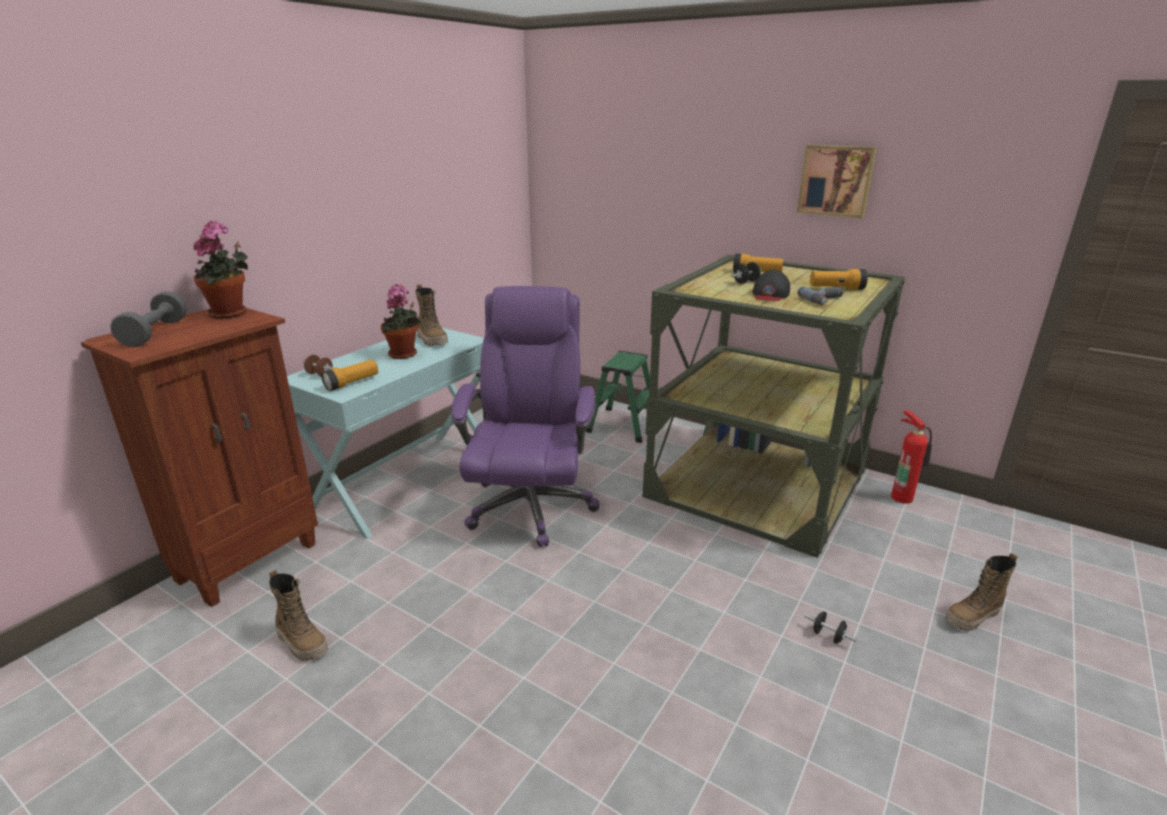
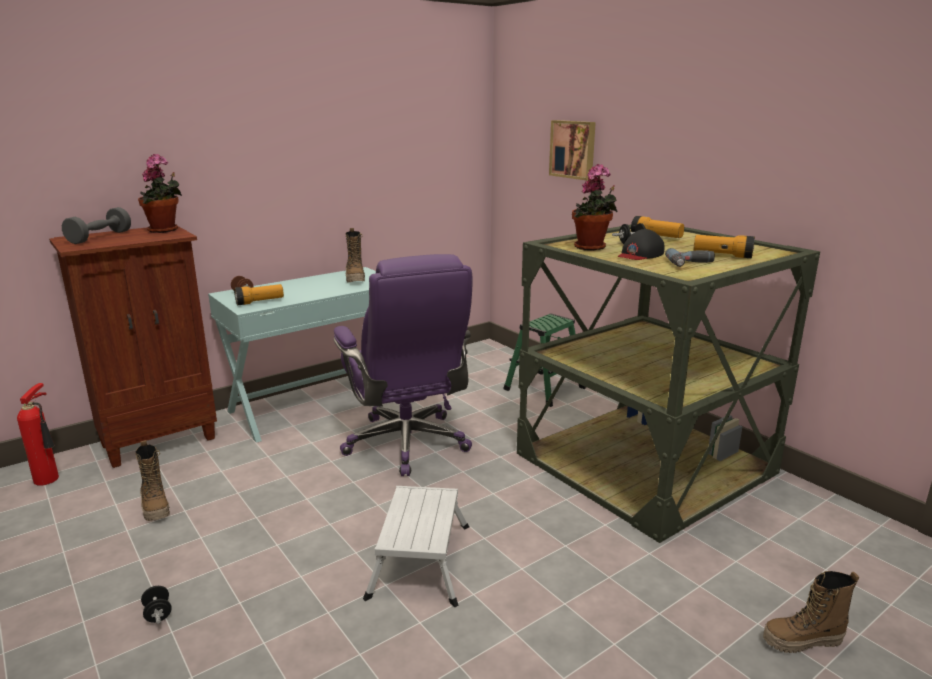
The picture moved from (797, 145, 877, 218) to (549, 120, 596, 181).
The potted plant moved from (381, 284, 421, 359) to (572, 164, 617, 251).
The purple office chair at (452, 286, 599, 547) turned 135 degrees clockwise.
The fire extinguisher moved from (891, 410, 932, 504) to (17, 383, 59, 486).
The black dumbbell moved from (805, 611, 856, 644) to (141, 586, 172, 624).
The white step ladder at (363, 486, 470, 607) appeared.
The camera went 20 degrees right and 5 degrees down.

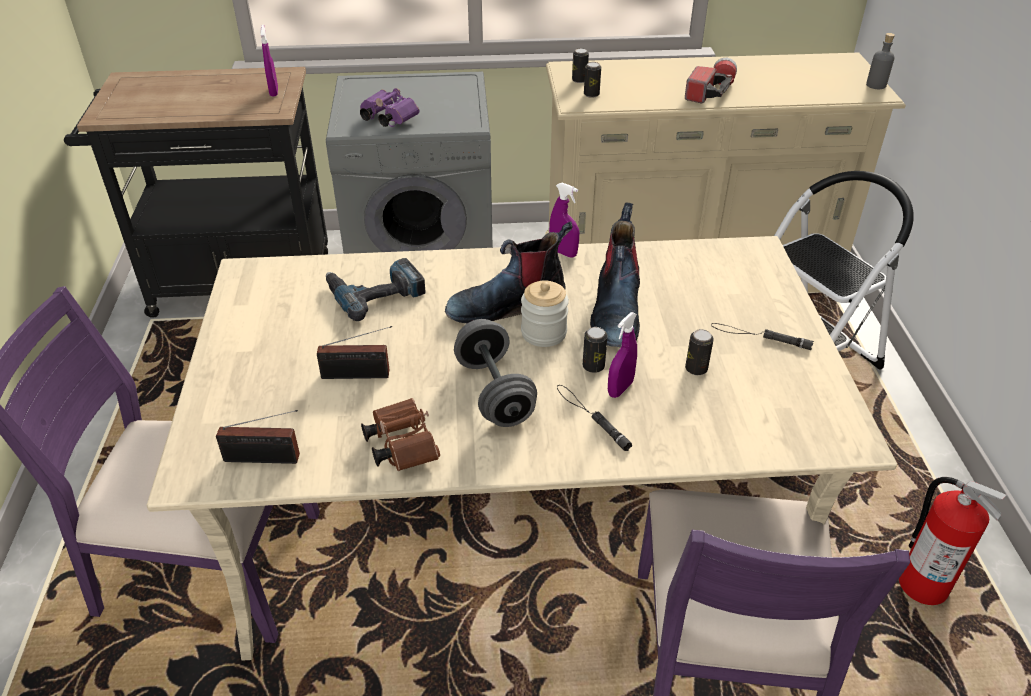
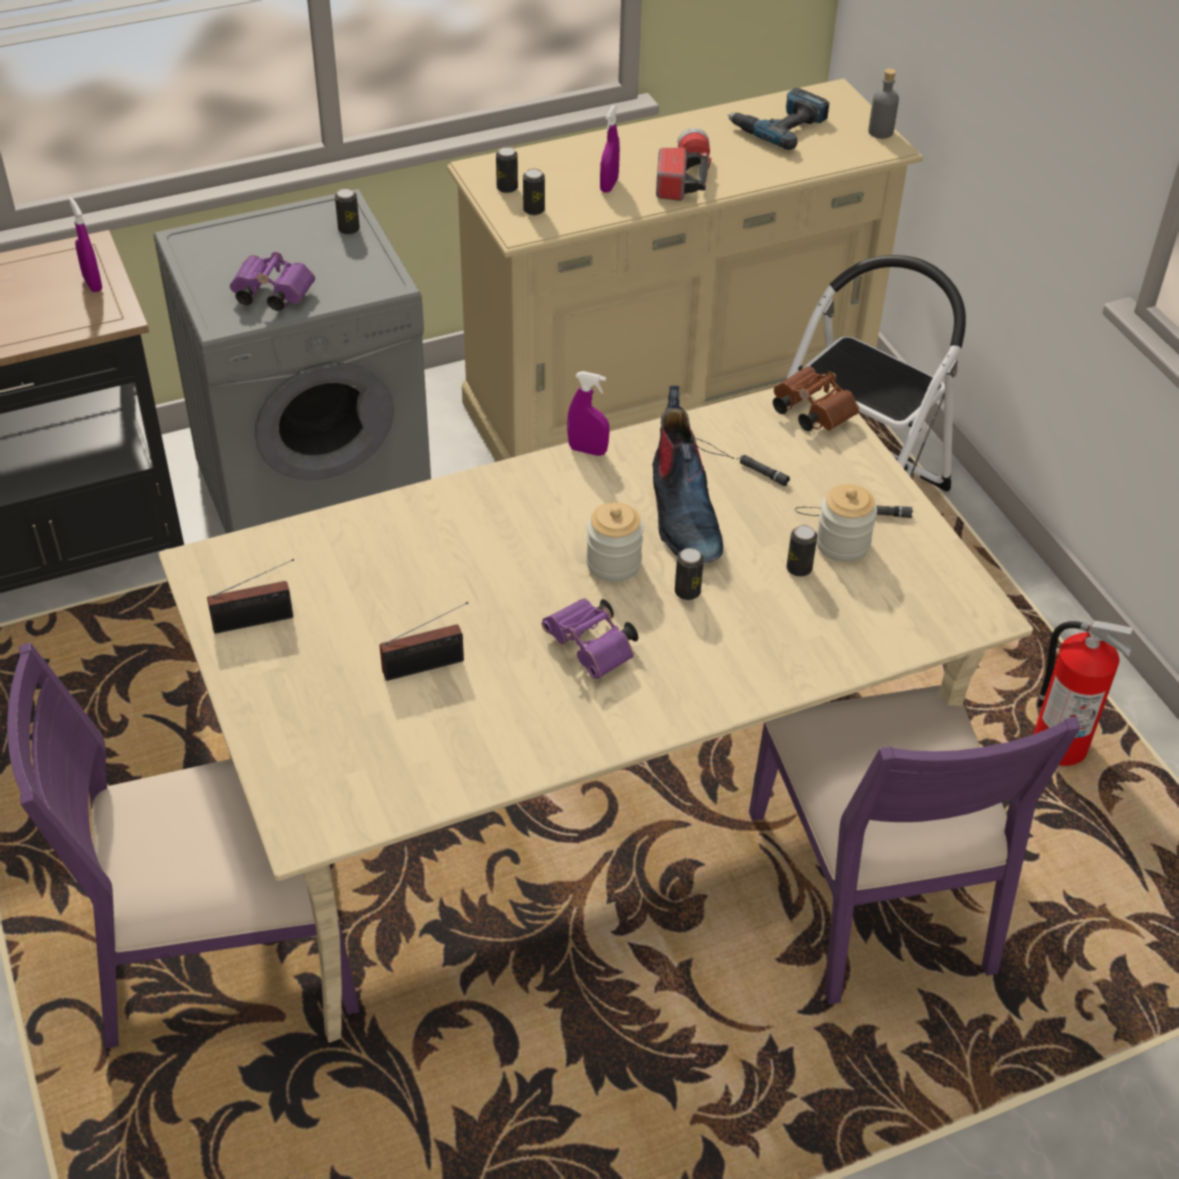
The boot at (445, 222, 572, 323) disappeared.
The power drill moved from (326, 258, 426, 321) to (728, 88, 829, 150).
The purple spray bottle moved from (608, 312, 637, 398) to (600, 106, 620, 193).
The grey dumbbell at (454, 319, 537, 427) was replaced by the purple binoculars at (542, 598, 638, 679).
The black flashlight moved from (557, 385, 632, 451) to (695, 438, 790, 486).
The brown binoculars moved from (361, 398, 440, 471) to (773, 366, 859, 431).
The radio moved from (216, 410, 300, 464) to (207, 559, 294, 634).
The can at (335, 188, 360, 235) appeared.
The jar at (817, 484, 877, 562) appeared.
The camera went 20 degrees left and 5 degrees up.

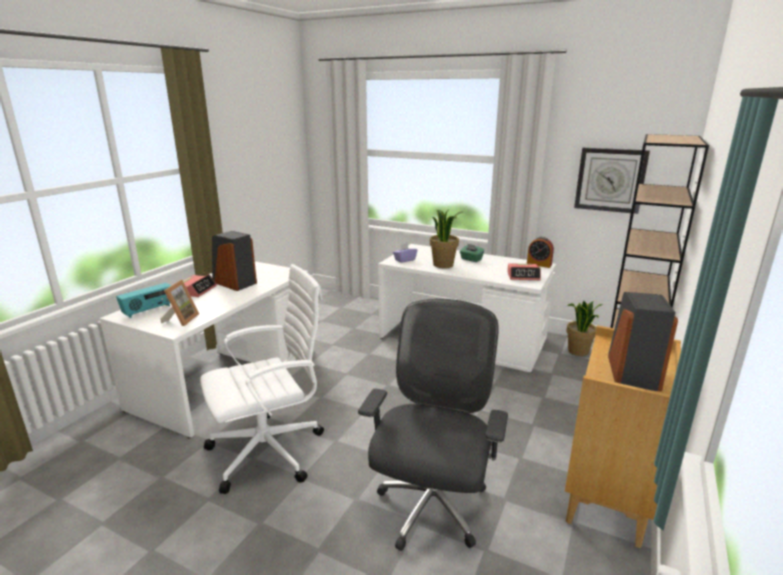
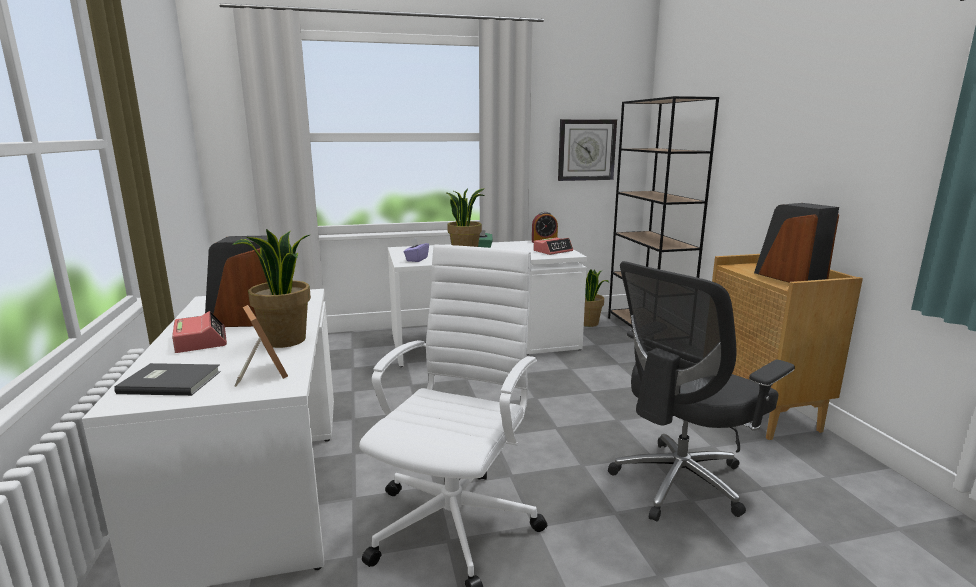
The radio at (116, 283, 172, 318) was replaced by the grey book at (114, 363, 221, 396).
The office chair at (358, 299, 508, 551) turned 105 degrees counterclockwise.
The potted plant at (232, 229, 311, 348) appeared.
The camera went 40 degrees left and 5 degrees down.

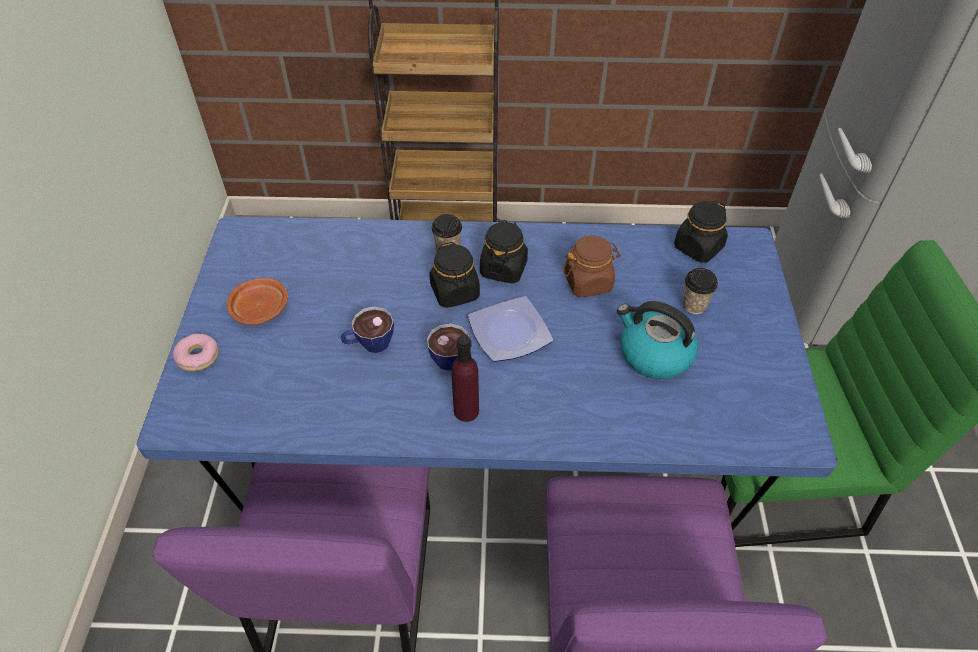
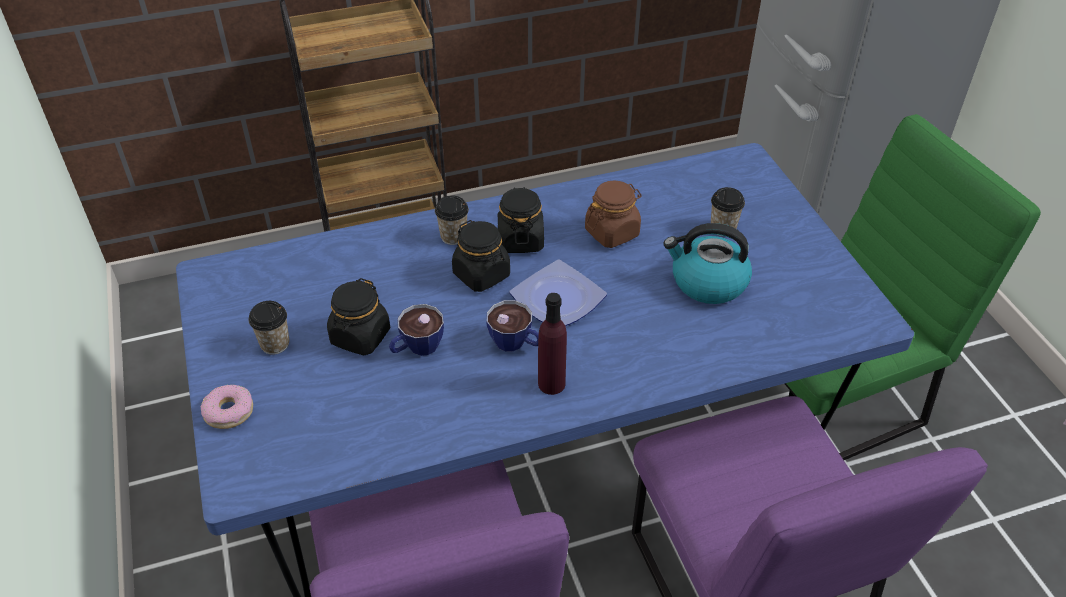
The black jar moved from (674, 200, 728, 263) to (327, 278, 390, 355).
The brown plate at (226, 278, 288, 325) was replaced by the cup at (249, 301, 289, 355).
The camera went 20 degrees left and 5 degrees down.

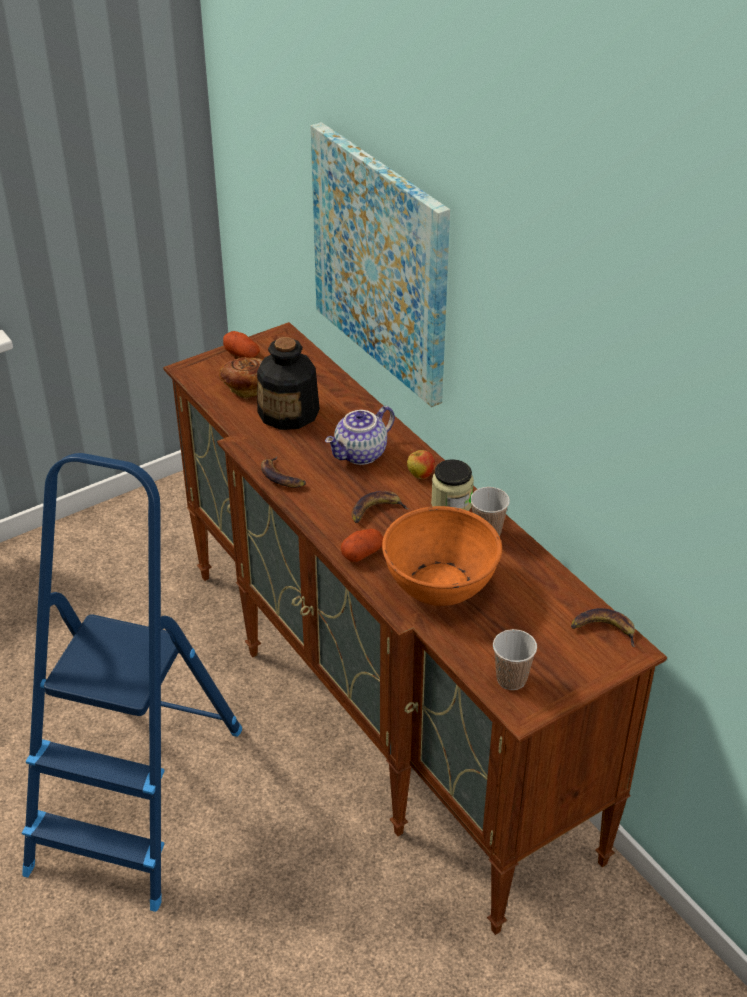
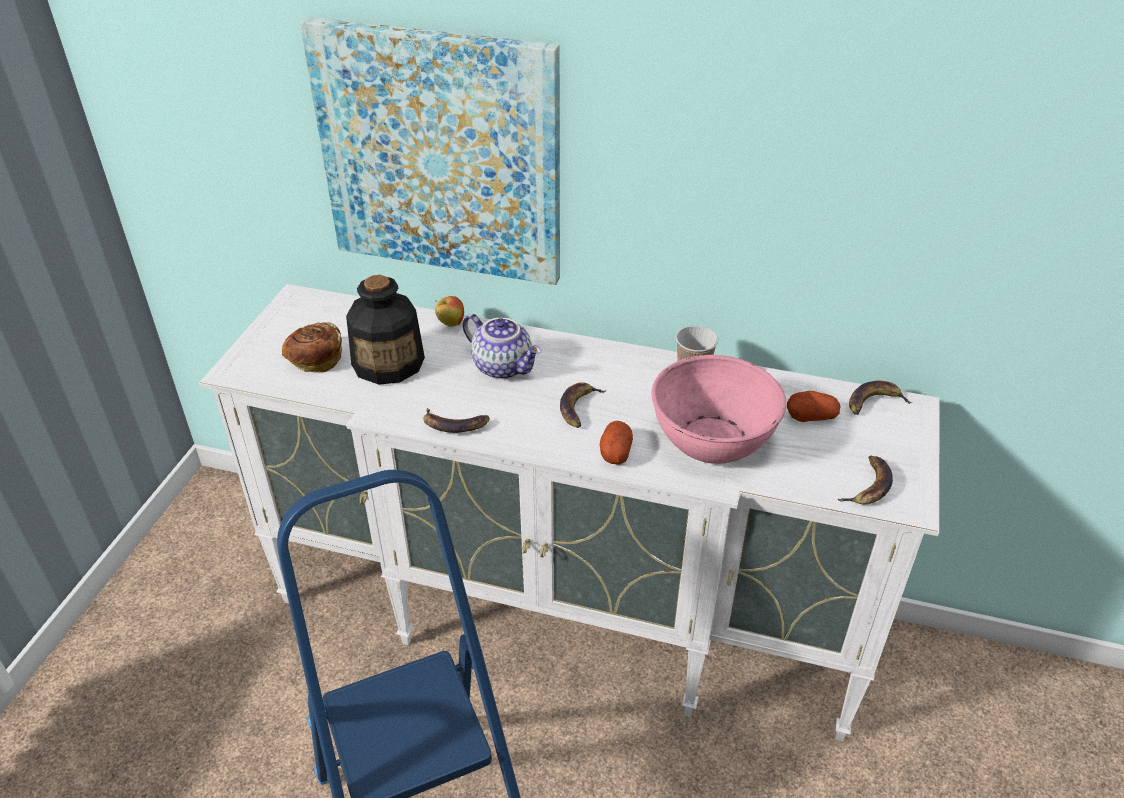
The brown cabinet at (163, 322, 667, 935) became the white cabinet at (198, 284, 940, 742).
The potato moved from (223, 331, 260, 358) to (787, 391, 840, 422).
The teapot at (325, 406, 395, 465) turned 60 degrees counterclockwise.
The apple moved from (407, 449, 435, 479) to (435, 296, 464, 327).
The jar at (431, 459, 474, 511) disappeared.
The orange bowl at (382, 506, 502, 606) became the pink bowl at (652, 355, 786, 464).
The cup at (493, 629, 537, 690) was replaced by the banana at (838, 455, 893, 505).
The camera went 40 degrees left and 0 degrees up.

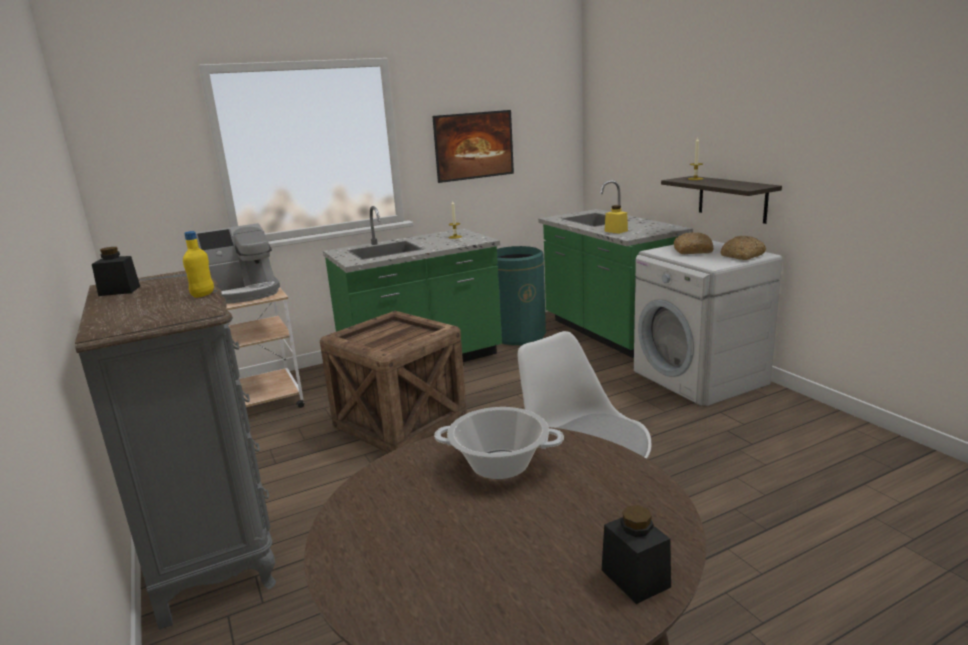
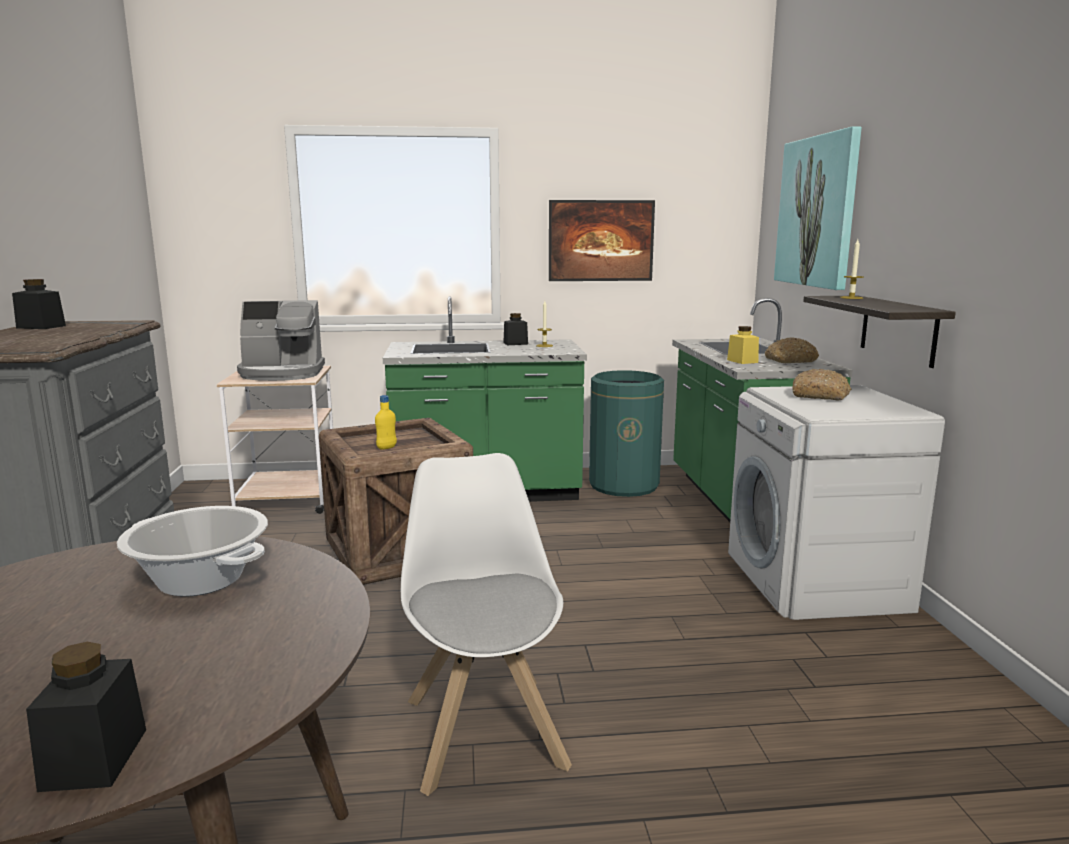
The yellow bottle moved from (183, 231, 214, 298) to (375, 395, 397, 449).
The bread moved from (721, 236, 766, 260) to (765, 338, 819, 363).
The picture at (774, 126, 862, 290) appeared.
The black jar at (503, 313, 528, 345) appeared.
The camera went 20 degrees right and 5 degrees down.

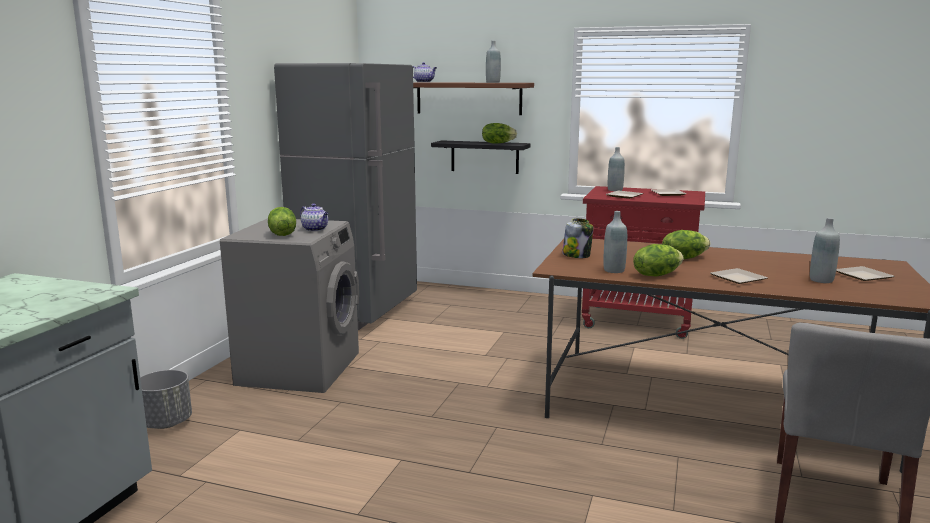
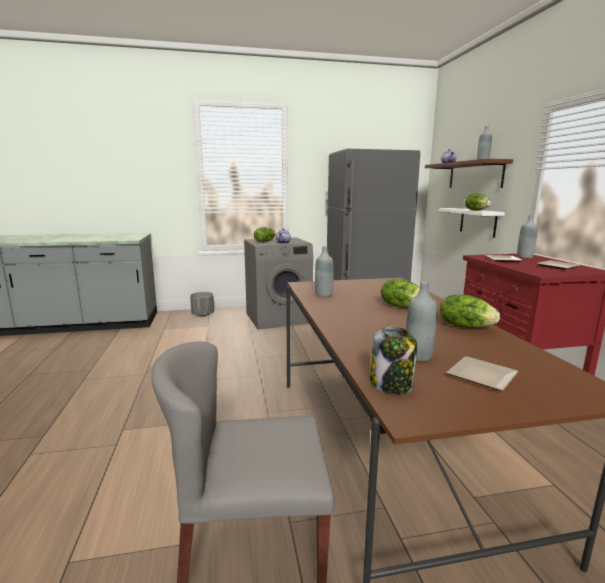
The black shelf at (431, 140, 530, 174) became the white shelf at (439, 208, 505, 238).
The jar moved from (562, 218, 593, 258) to (370, 326, 417, 395).
The lettuce moved from (633, 244, 684, 276) to (440, 295, 500, 328).
The plate at (710, 268, 768, 284) disappeared.
The camera went 60 degrees right and 0 degrees up.

